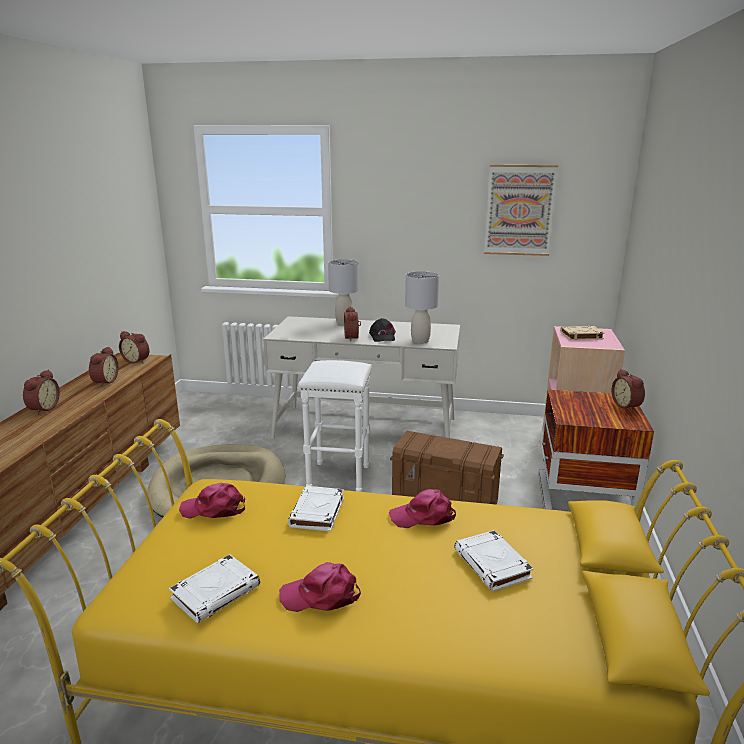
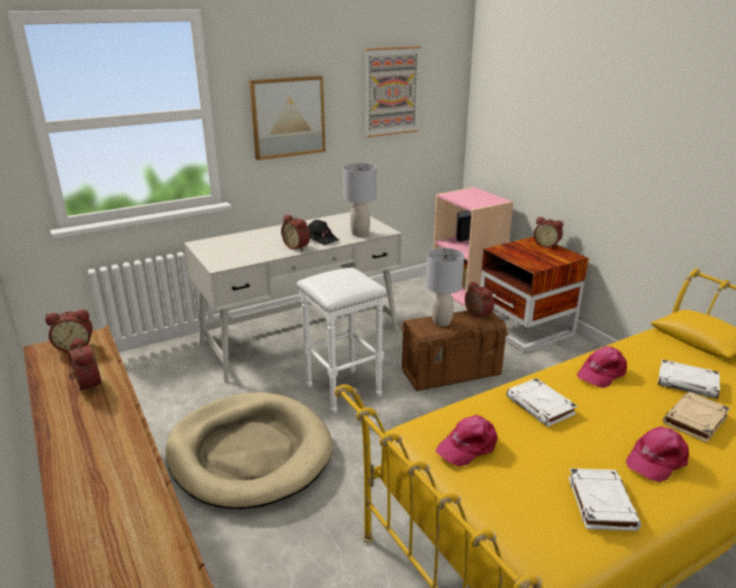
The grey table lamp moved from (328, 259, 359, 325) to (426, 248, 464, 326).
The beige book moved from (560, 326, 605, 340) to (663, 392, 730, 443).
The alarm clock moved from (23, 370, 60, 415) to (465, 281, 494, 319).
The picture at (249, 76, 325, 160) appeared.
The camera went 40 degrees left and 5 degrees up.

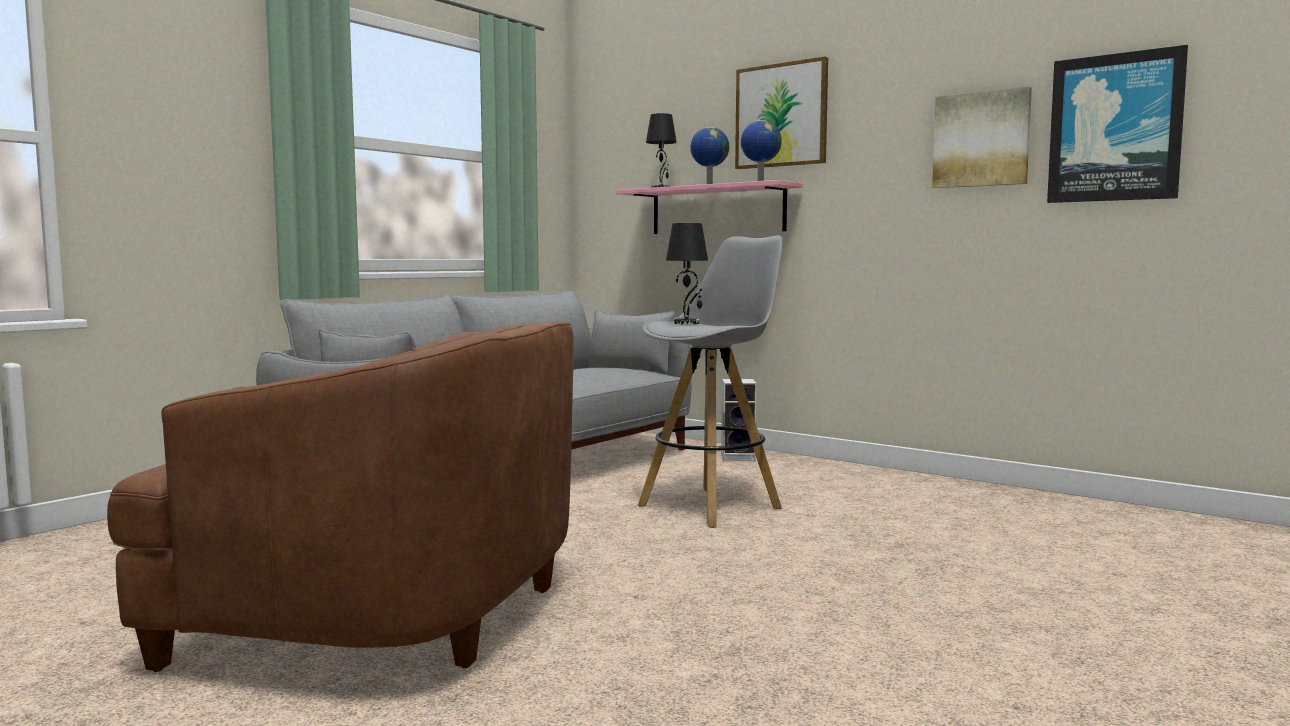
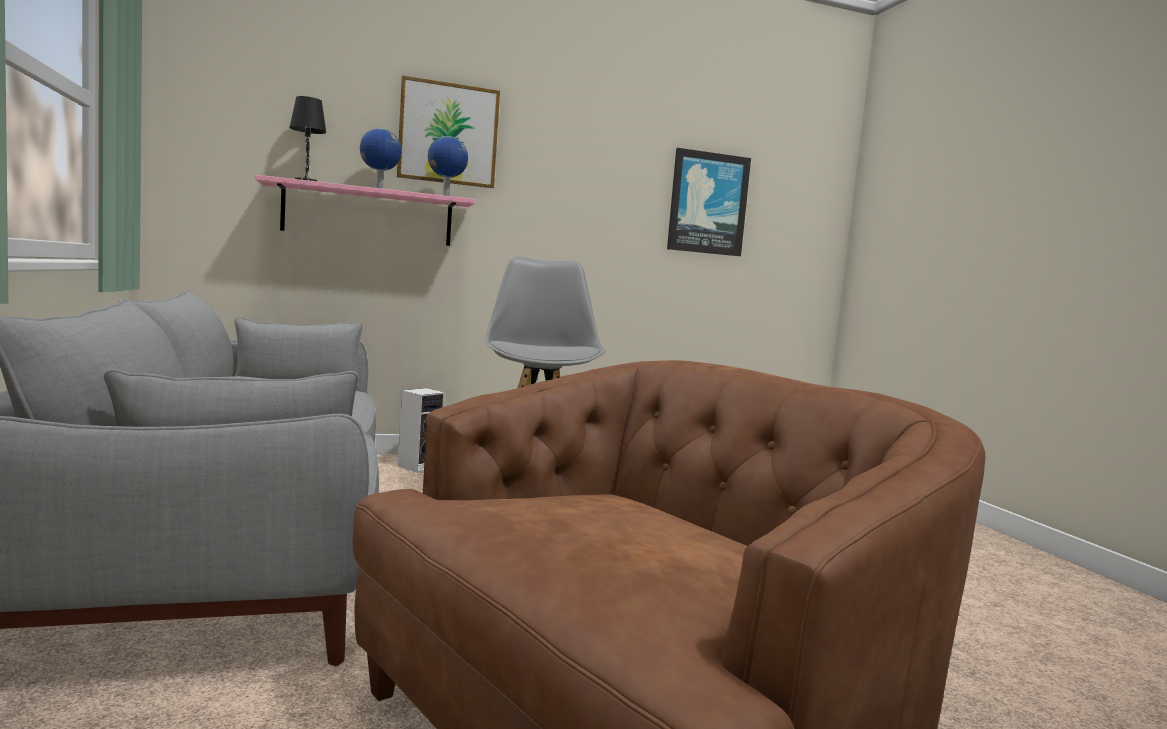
The picture at (932, 86, 1032, 188) disappeared.
The black table lamp at (666, 223, 708, 324) disappeared.
The camera went 55 degrees left and 0 degrees up.

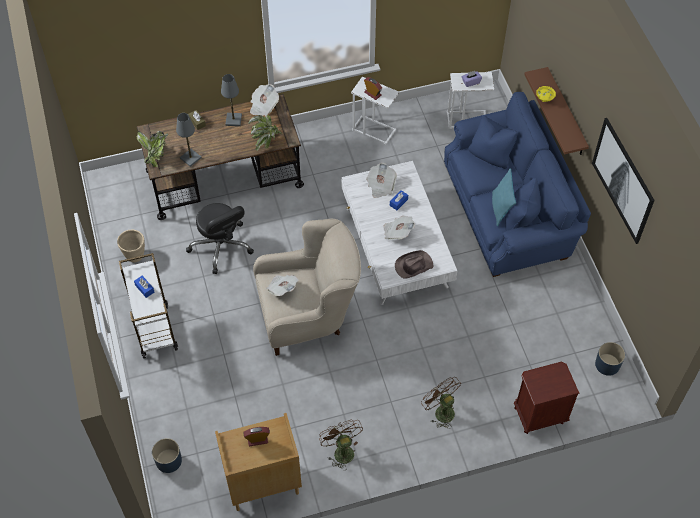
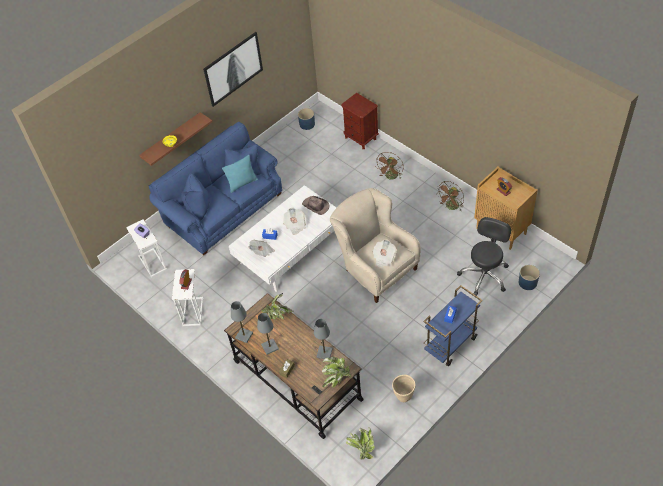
The newspaper at (250, 84, 279, 117) was replaced by the grey table lamp at (231, 301, 253, 343).
The black office chair moved from (186, 203, 254, 274) to (457, 217, 511, 296).
The white cart at (119, 253, 178, 359) became the blue cart at (423, 285, 483, 366).
The potted plant at (346, 427, 375, 459) appeared.
The camera went 115 degrees left and 5 degrees down.

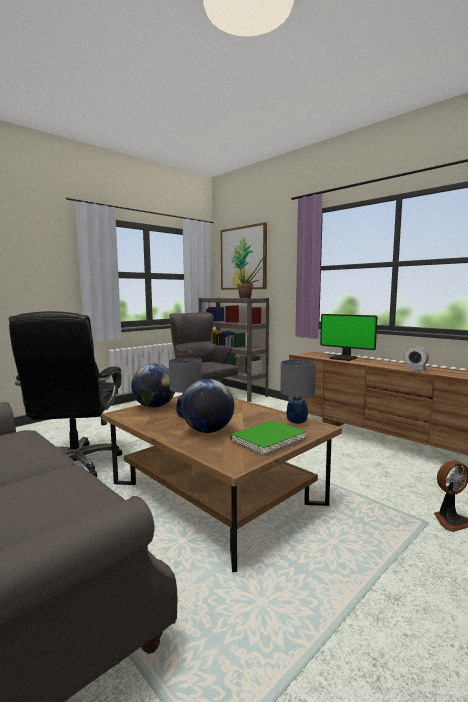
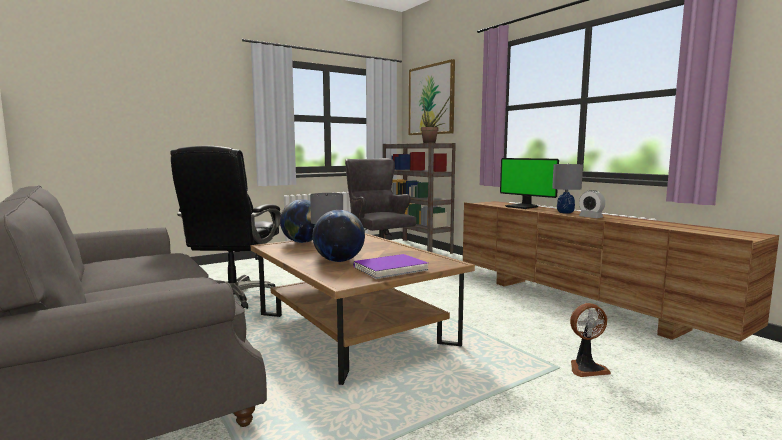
The grey table lamp moved from (280, 360, 316, 424) to (552, 164, 583, 214).
The green book at (230, 420, 307, 456) became the purple book at (353, 254, 428, 279).
The camera went 10 degrees right and 0 degrees up.

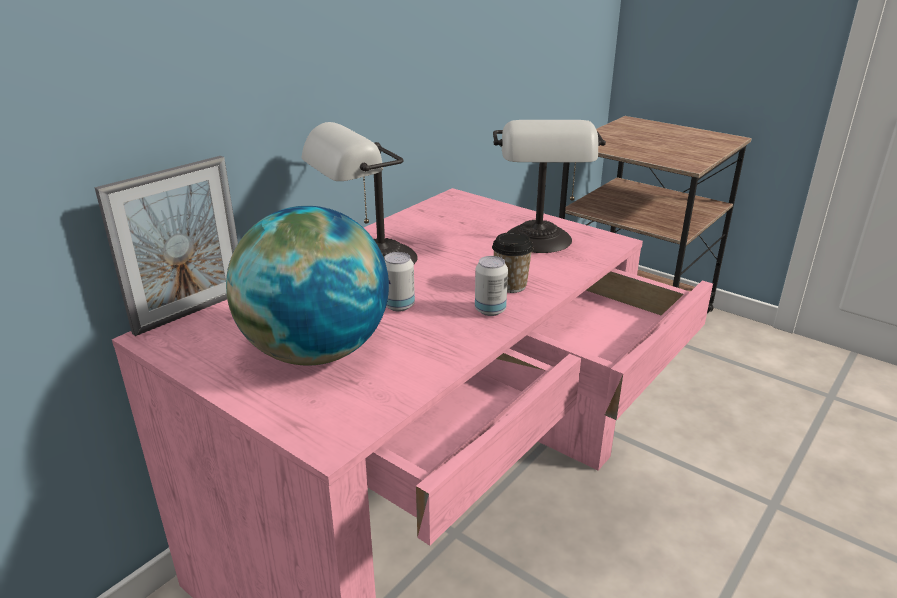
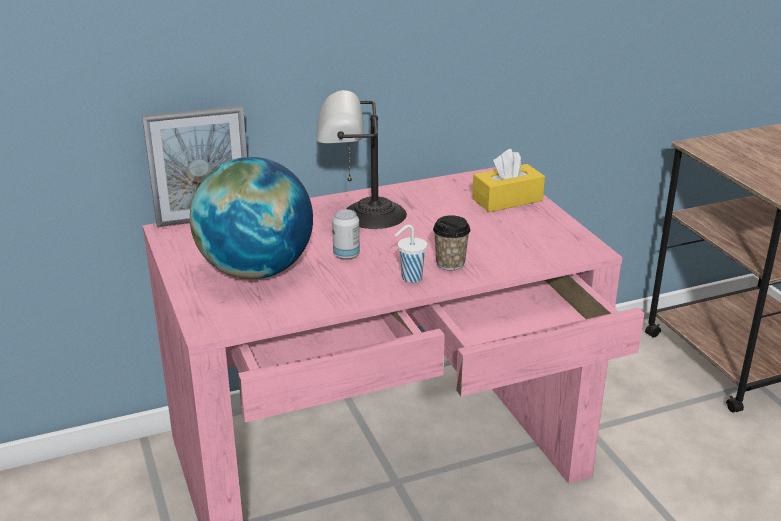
The table lamp at (493, 120, 606, 253) disappeared.
The can at (475, 256, 508, 316) was replaced by the white cup at (395, 225, 427, 283).
The yellow tissue box at (472, 149, 545, 212) appeared.
The camera went 30 degrees right and 0 degrees up.

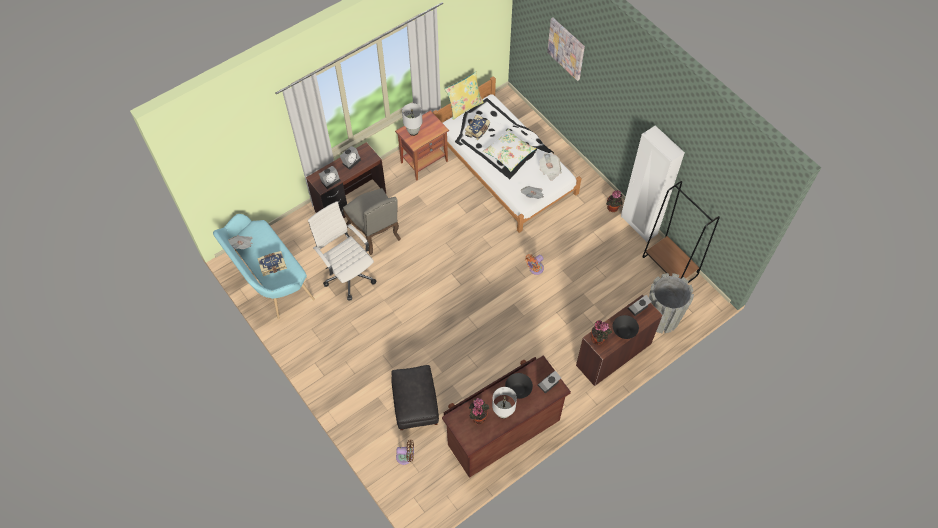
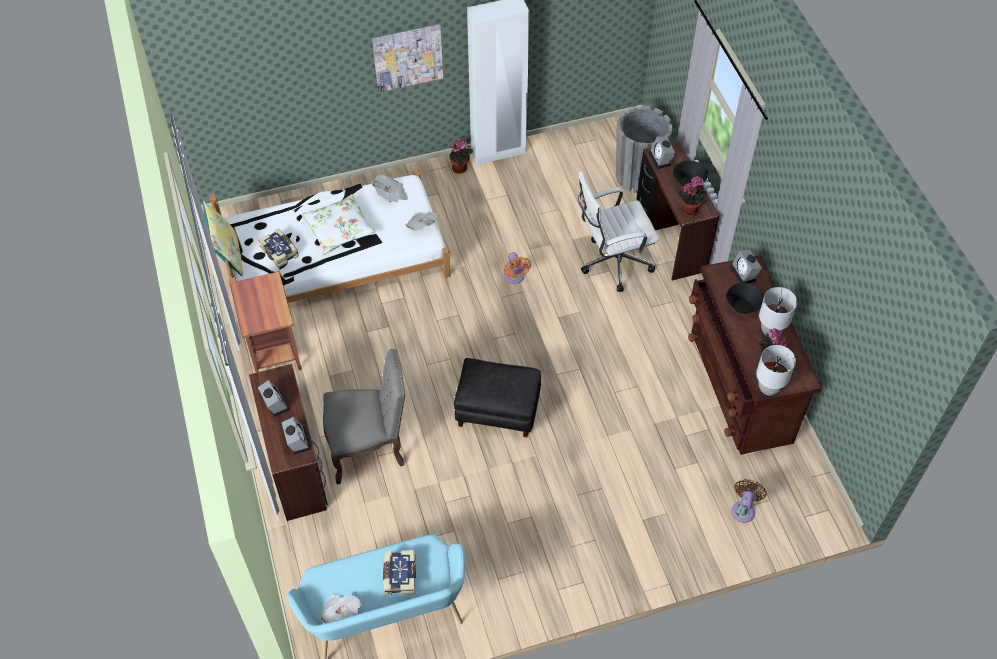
The picture moved from (547, 18, 585, 81) to (372, 24, 443, 92).
The white table lamp moved from (402, 103, 423, 136) to (756, 345, 796, 397).
The clothes rack at (642, 181, 720, 283) disappeared.
The white office chair moved from (308, 201, 376, 300) to (578, 171, 660, 292).
The black ottoman moved from (391, 365, 439, 430) to (454, 358, 541, 437).
The camera went 70 degrees left and 5 degrees down.

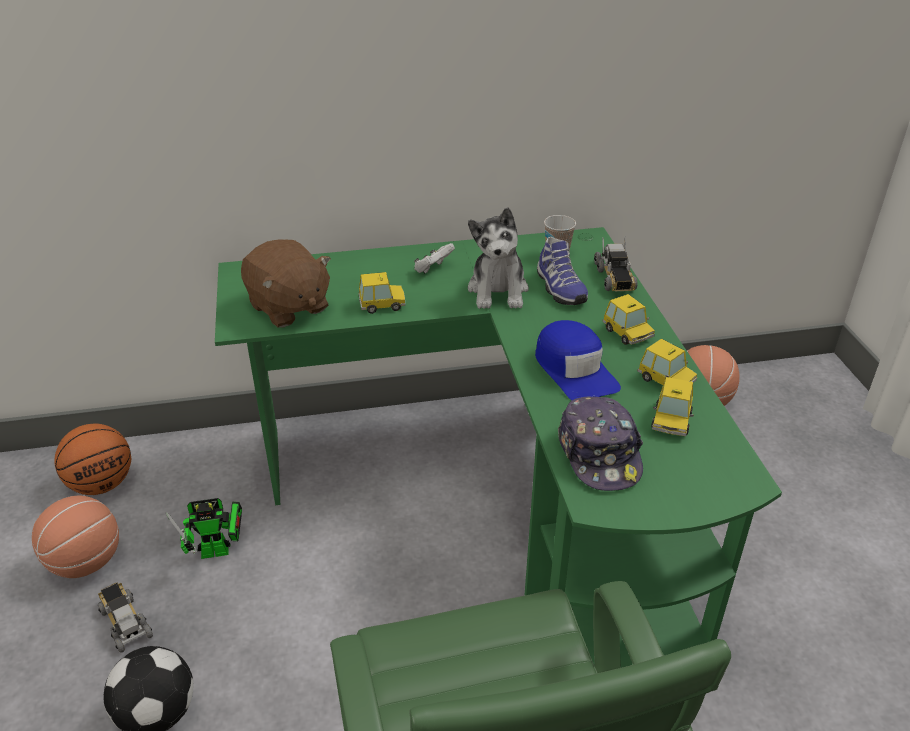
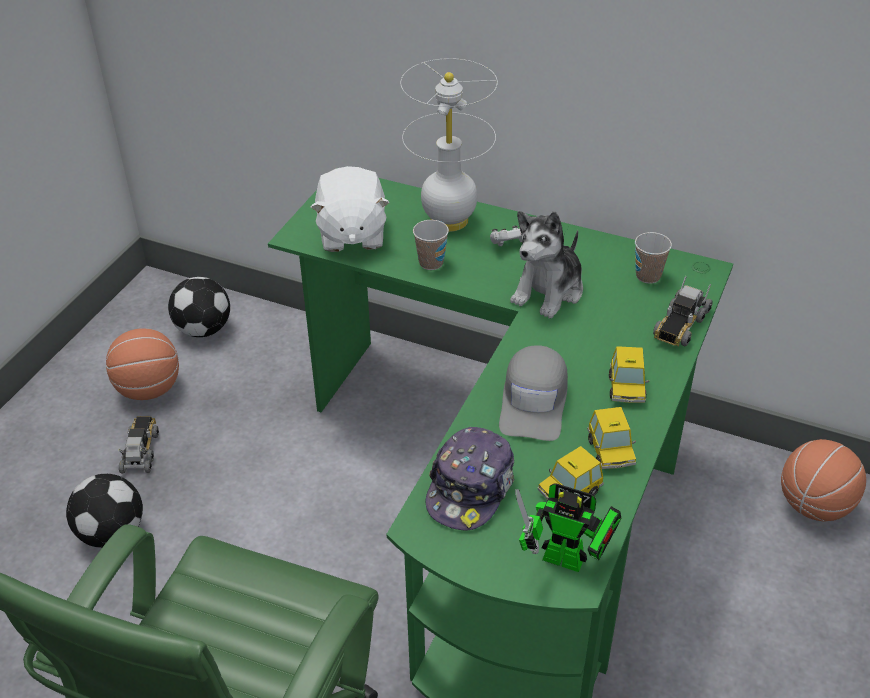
The shoe at (537, 237, 588, 305) disappeared.
The brown plush toy at (241, 239, 331, 327) became the white plush toy at (310, 166, 390, 252).
The toy car at (359, 272, 406, 314) was replaced by the cup at (413, 220, 449, 270).
The blue cap at (535, 320, 621, 400) became the grey cap at (499, 345, 568, 441).
The basketball at (55, 424, 131, 495) was replaced by the football at (168, 277, 230, 337).
The toy robot moved from (166, 498, 242, 559) to (515, 483, 622, 572).
The white table lamp at (401, 58, 498, 232) appeared.
The camera went 35 degrees right and 5 degrees up.

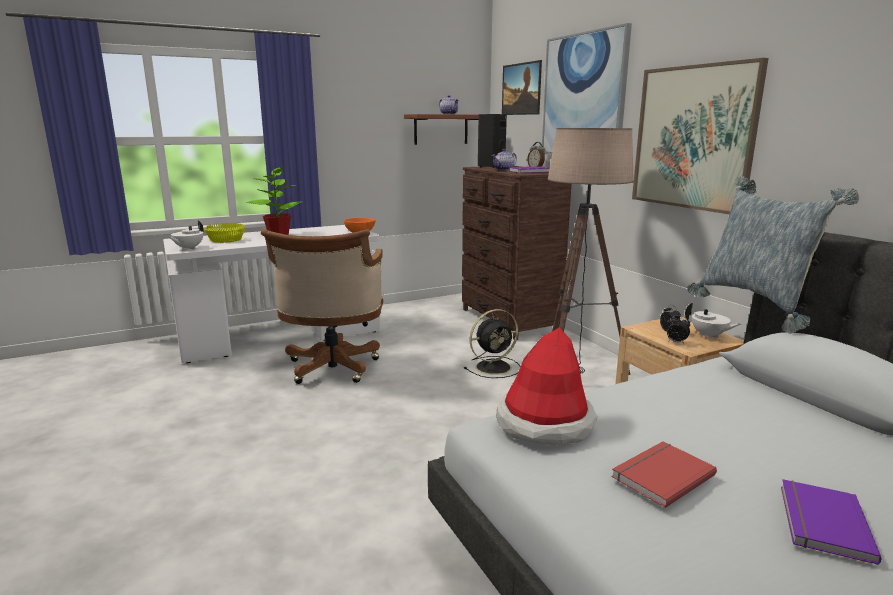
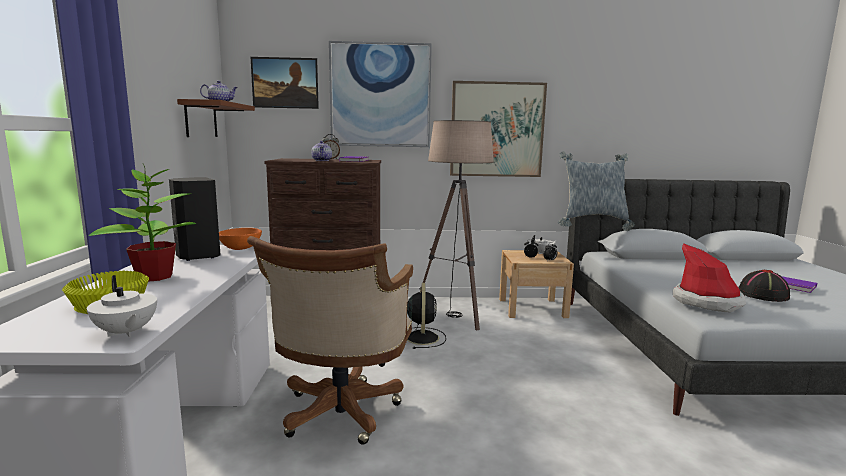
The black speaker moved from (478, 114, 507, 168) to (169, 177, 220, 261).
The office chair at (261, 229, 383, 384) turned 75 degrees clockwise.
The red book at (611, 441, 717, 508) was replaced by the black hat at (738, 270, 790, 302).
The camera went 65 degrees left and 5 degrees down.

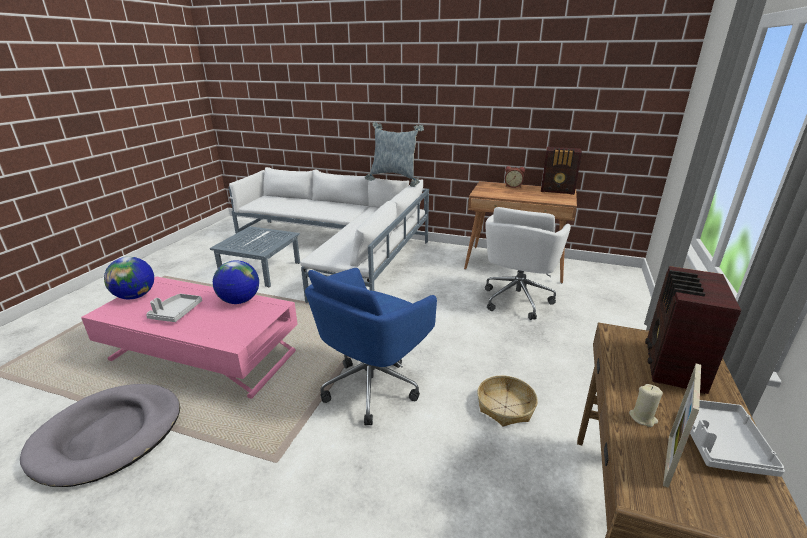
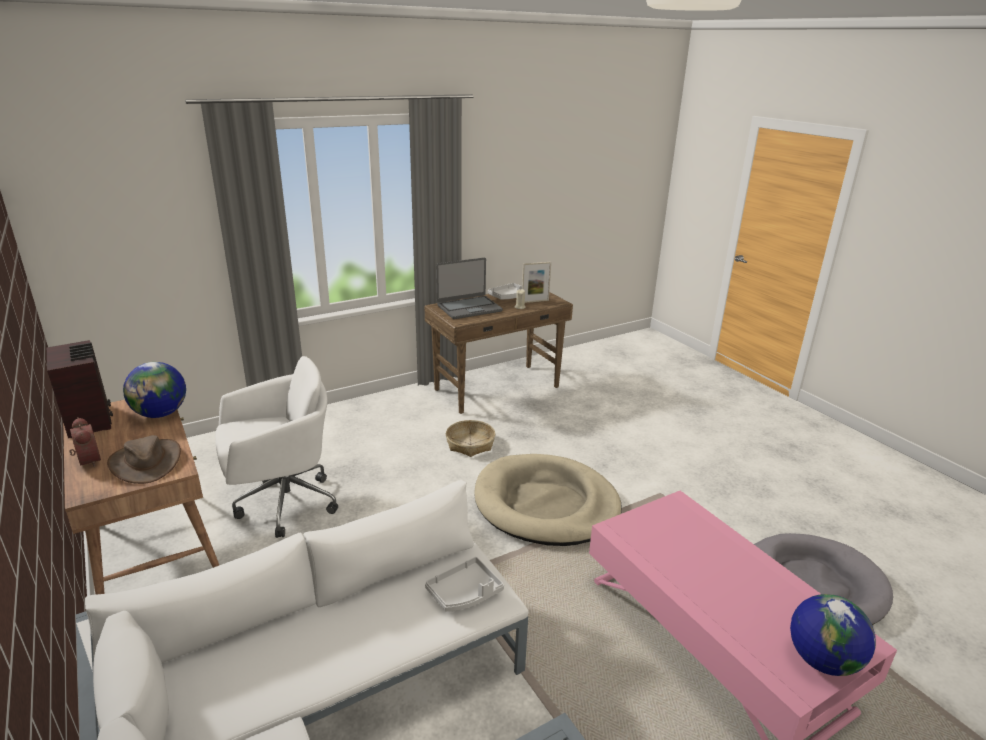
The pillow at (364, 122, 424, 187) disappeared.
The globe moved from (213, 260, 259, 304) to (123, 362, 186, 418).
The radio at (645, 266, 741, 394) was replaced by the laptop at (436, 258, 503, 319).
The blue office chair at (305, 268, 437, 425) was replaced by the beige dog bed at (474, 454, 622, 546).
The grey tray moved from (146, 294, 202, 322) to (425, 557, 504, 612).
The brown hat at (107, 435, 181, 484) appeared.
The camera went 140 degrees left and 0 degrees up.

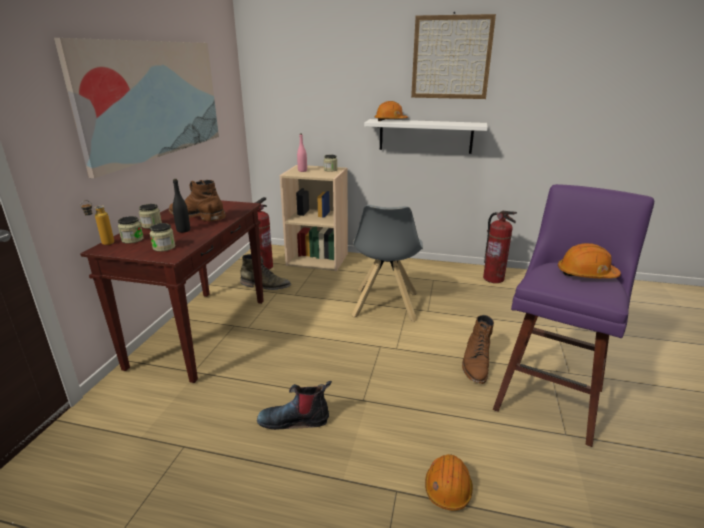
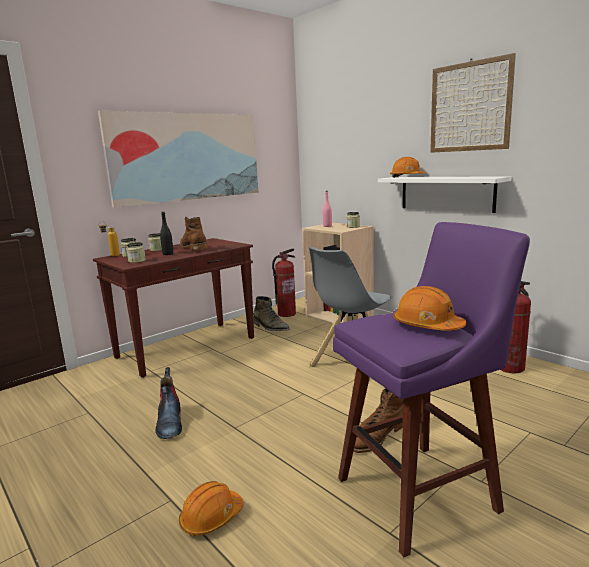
The boot at (257, 381, 332, 430) turned 135 degrees counterclockwise.
The camera went 35 degrees right and 10 degrees down.

